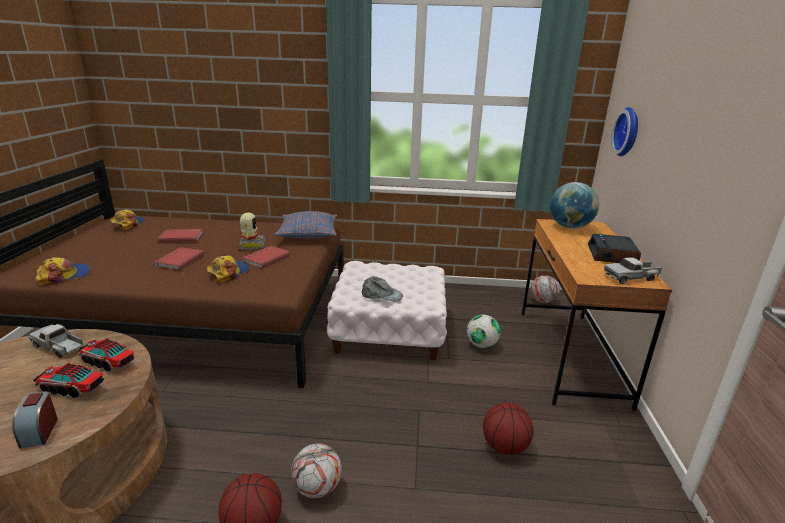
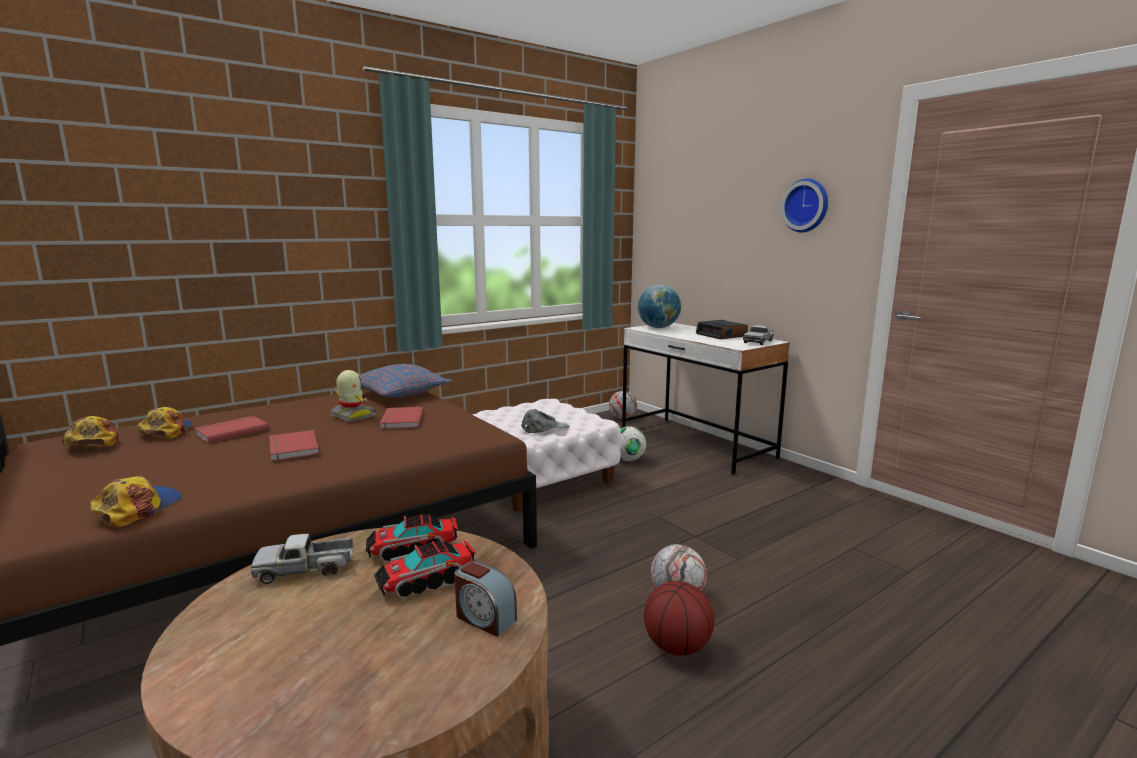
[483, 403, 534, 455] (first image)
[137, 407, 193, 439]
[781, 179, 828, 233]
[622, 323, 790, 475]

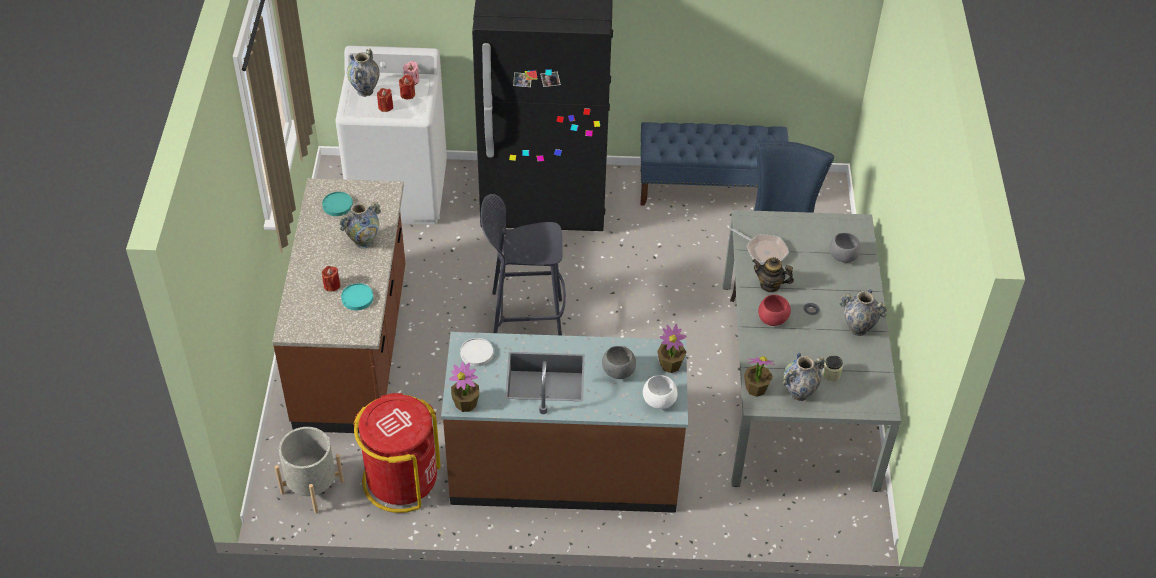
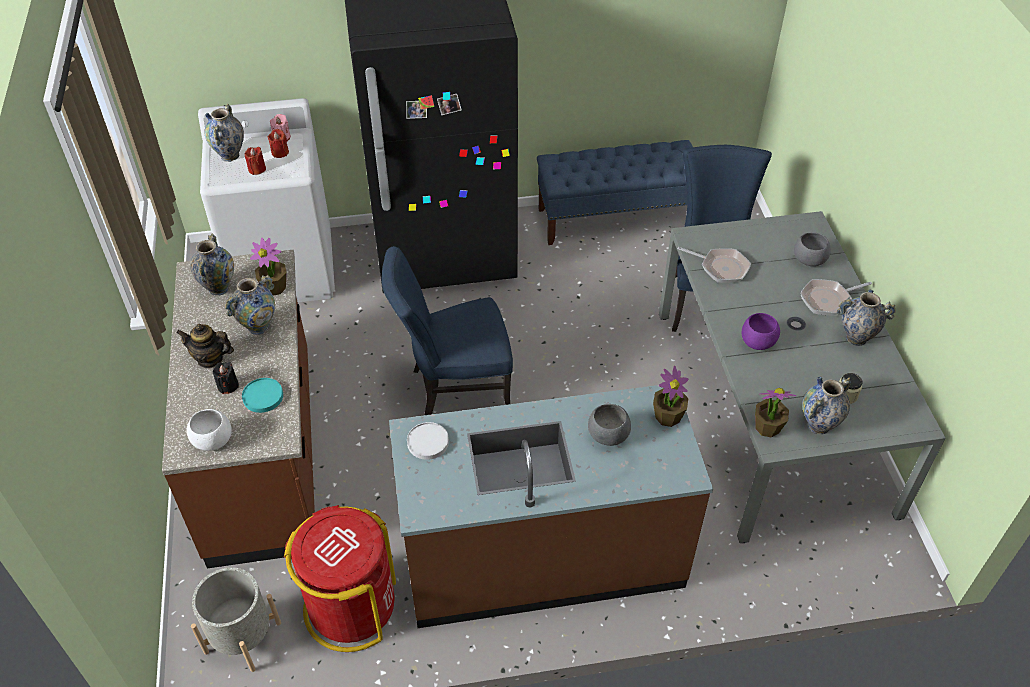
[800, 279, 872, 316]
[250, 238, 287, 296]
[187, 409, 232, 451]
[176, 324, 234, 368]
[190, 233, 234, 296]
[381, 246, 513, 415]
[213, 362, 239, 394]
[742, 313, 780, 350]

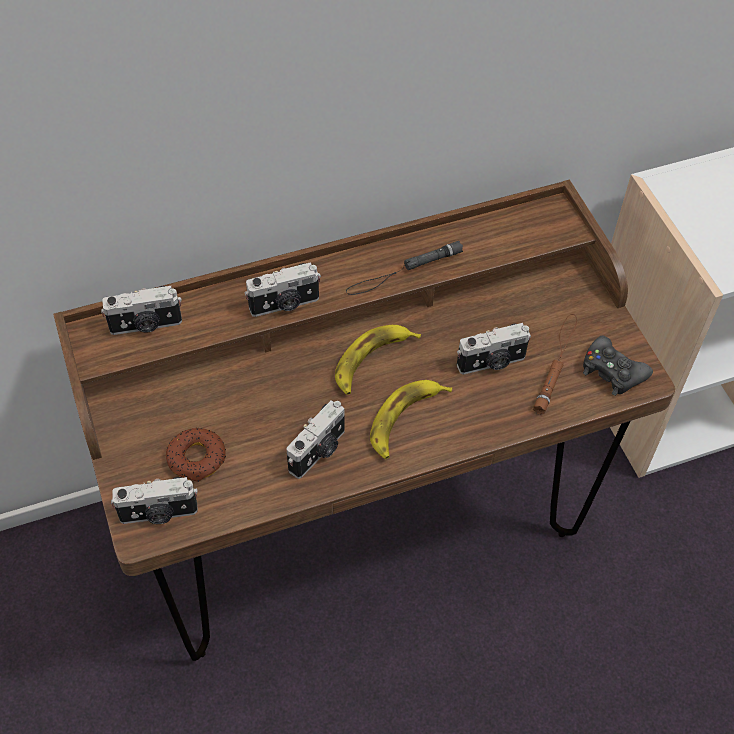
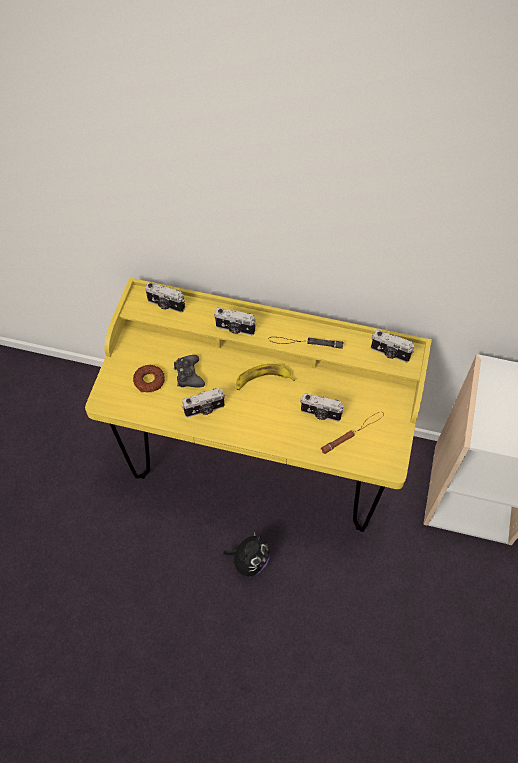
[370, 380, 452, 459] (first image)
[224, 532, 270, 577]
[371, 330, 414, 362]
[174, 355, 205, 388]
[85, 277, 432, 532]

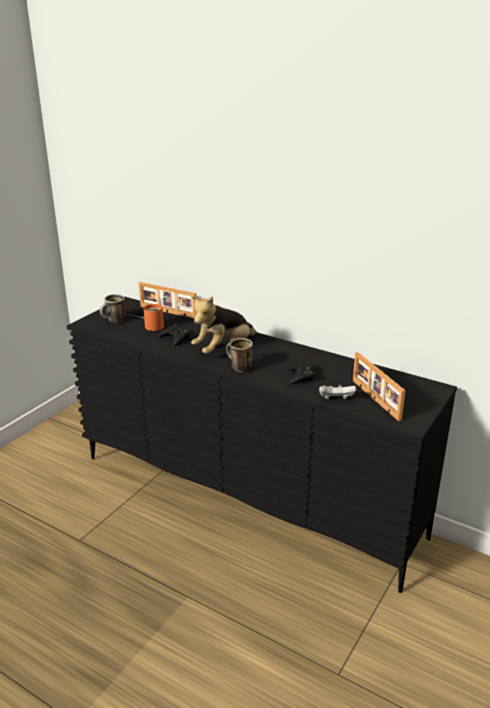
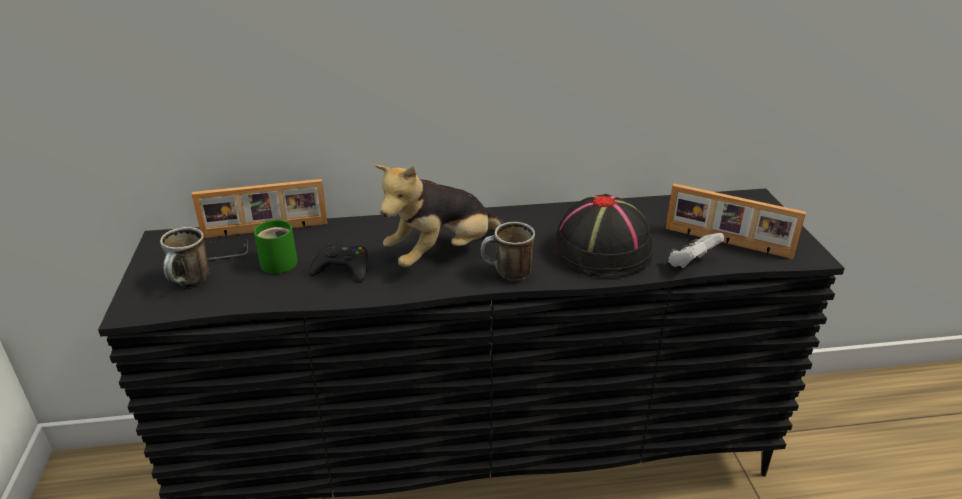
[553, 194, 653, 277]
[254, 220, 297, 274]
[375, 165, 504, 268]

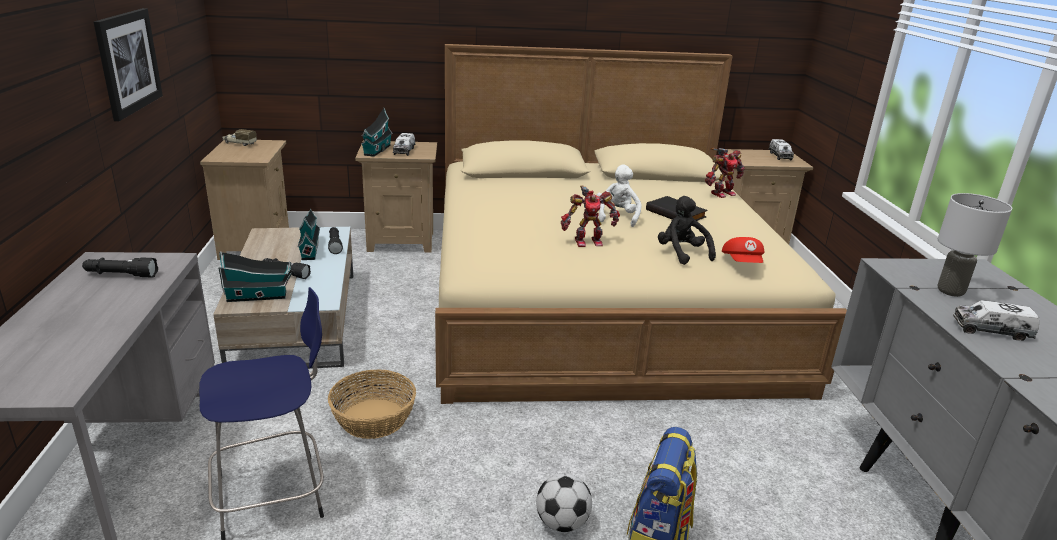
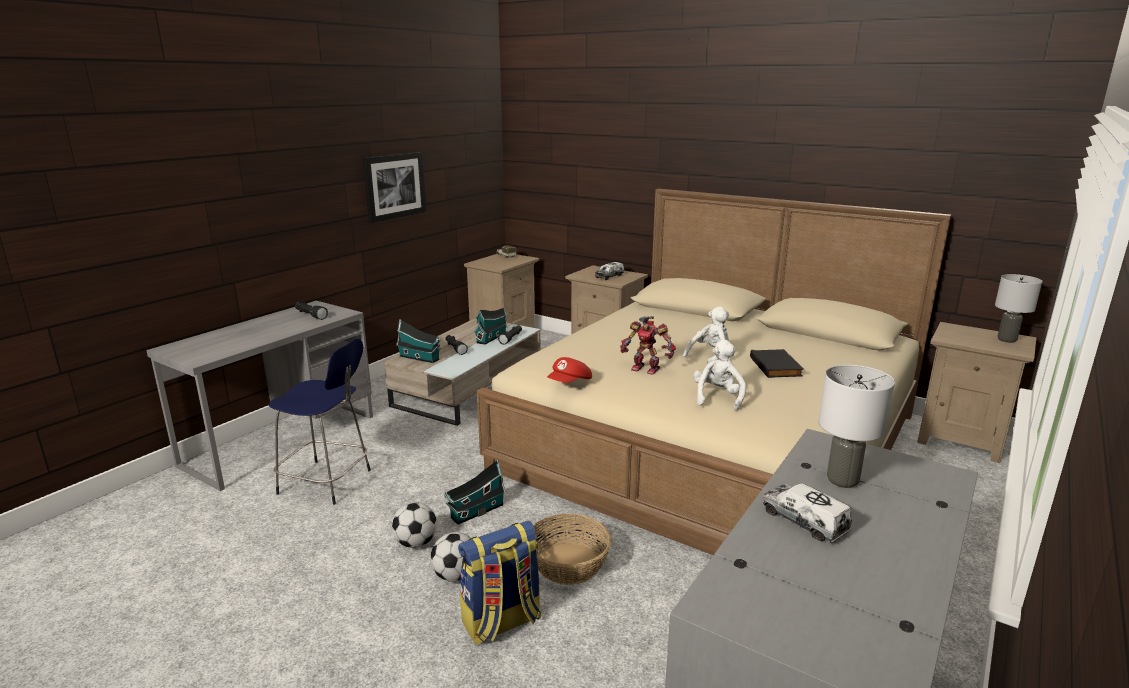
[705, 148, 745, 198] (first image)
[392, 502, 437, 548]
[533, 514, 611, 585]
[444, 460, 506, 525]
[547, 357, 592, 383]
[995, 274, 1042, 343]
[693, 339, 746, 411]

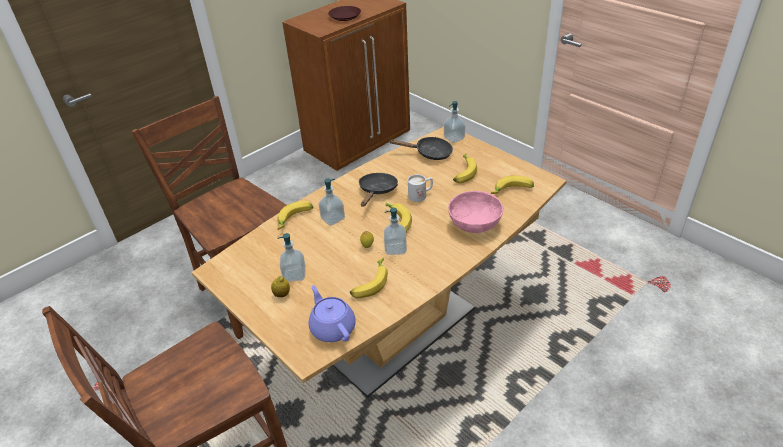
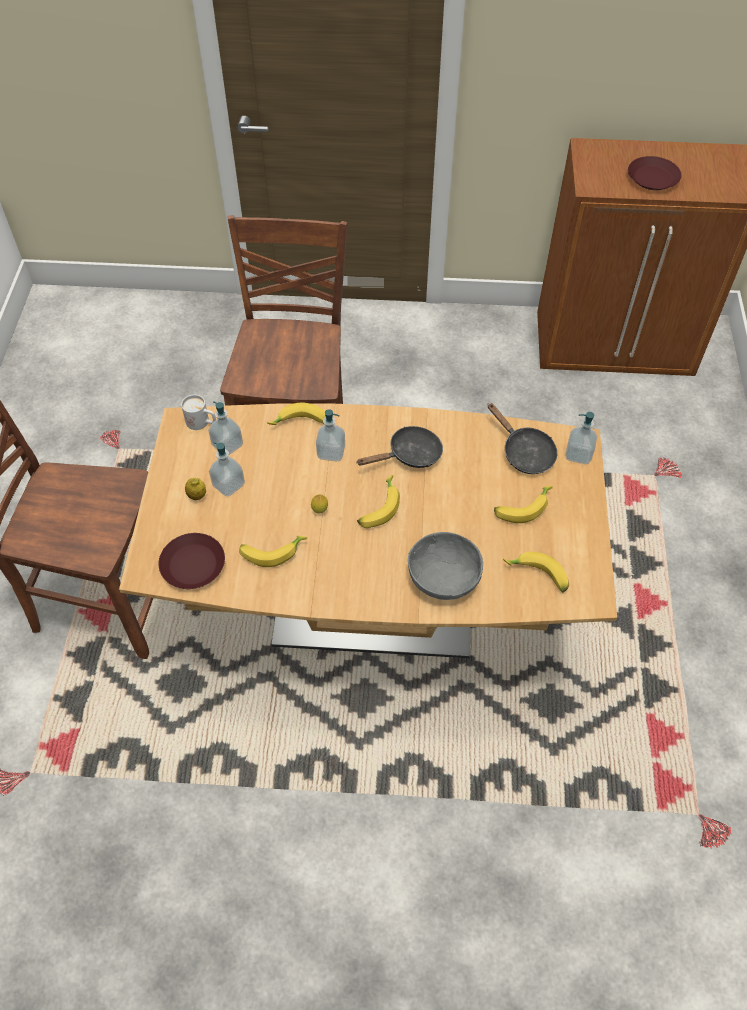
[208, 401, 243, 455]
[181, 395, 216, 430]
[159, 533, 225, 589]
[408, 532, 483, 600]

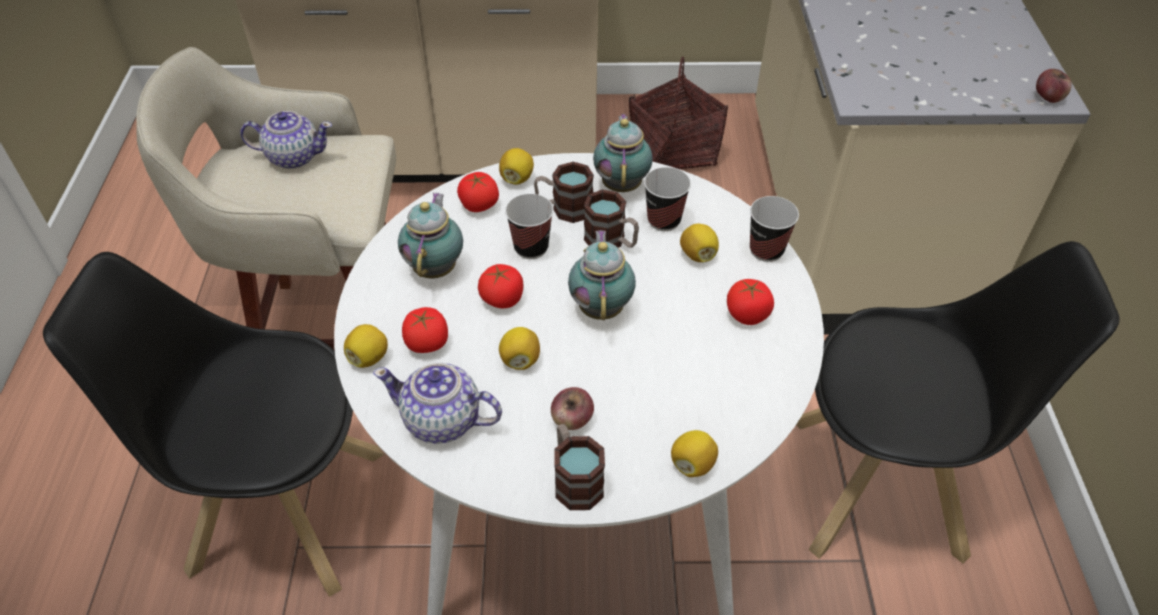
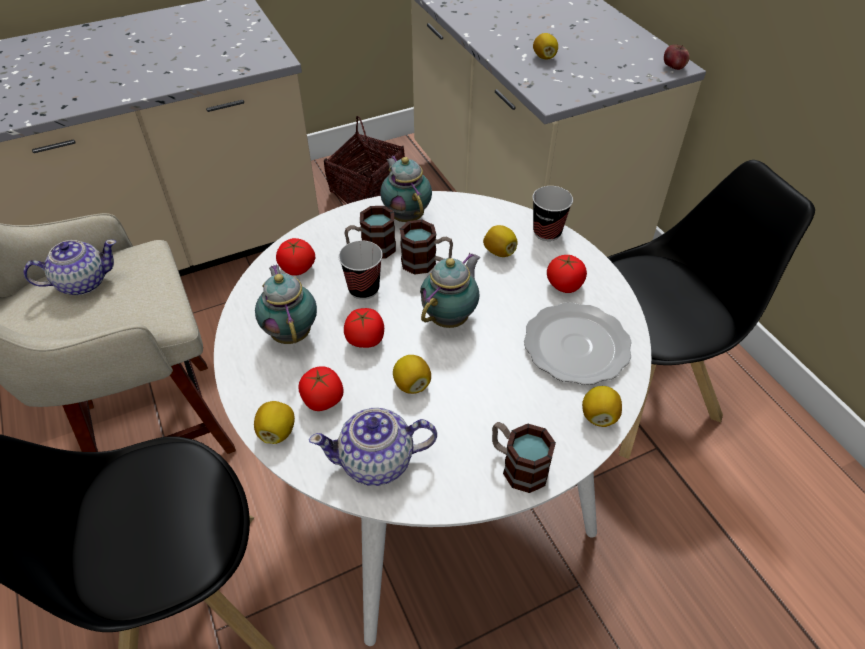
[551, 387, 594, 430] (first image)
[644, 167, 691, 231] (first image)
[524, 302, 632, 385]
[533, 33, 558, 59]
[420, 253, 480, 328]

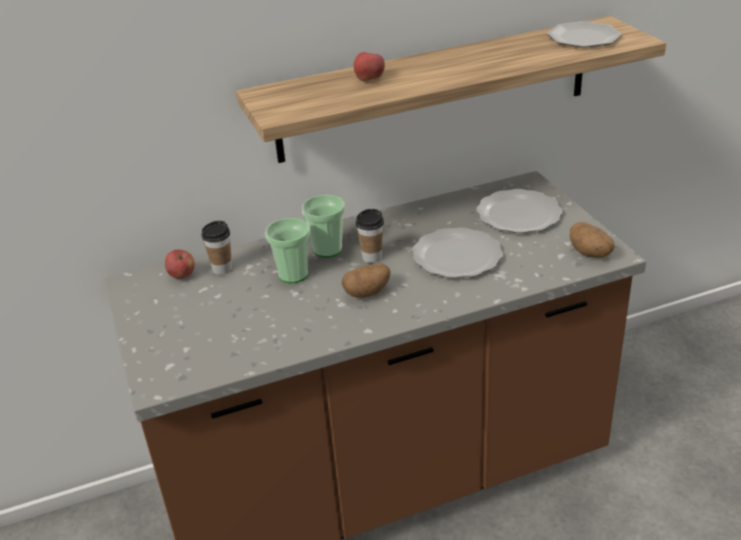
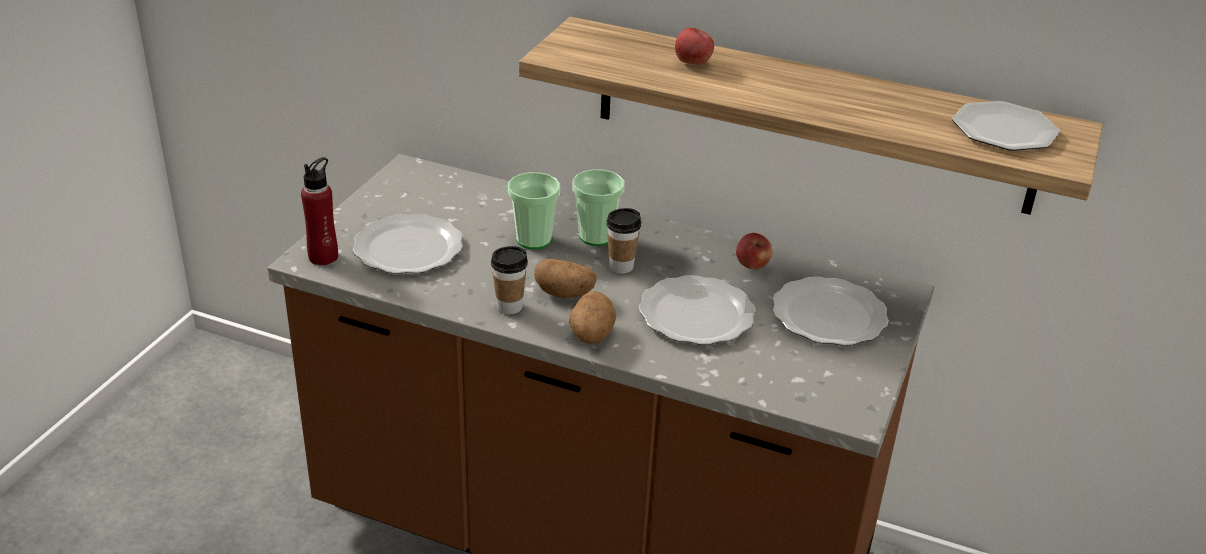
[301, 157, 338, 265]
[353, 214, 463, 274]
[736, 233, 772, 269]
[491, 246, 528, 314]
[569, 291, 616, 344]

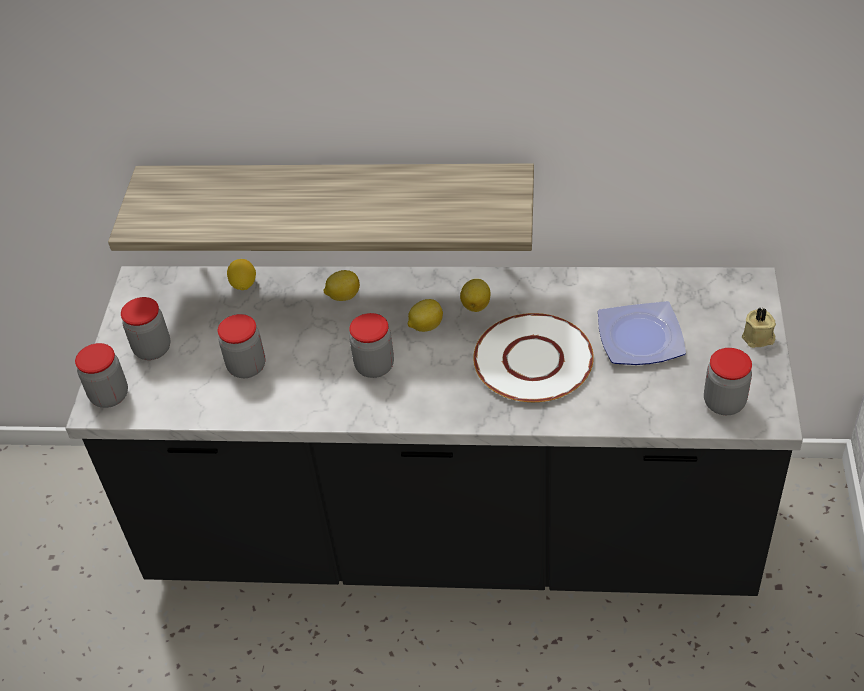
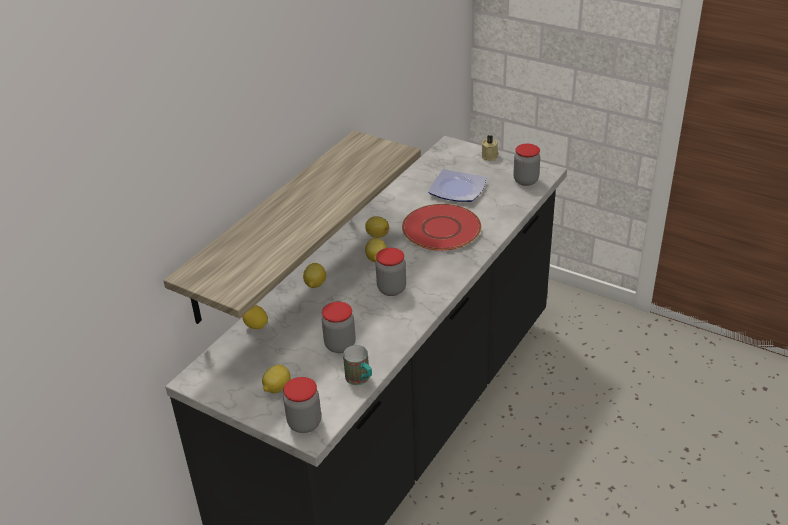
[343, 345, 372, 385]
[262, 365, 291, 393]
[402, 204, 481, 251]

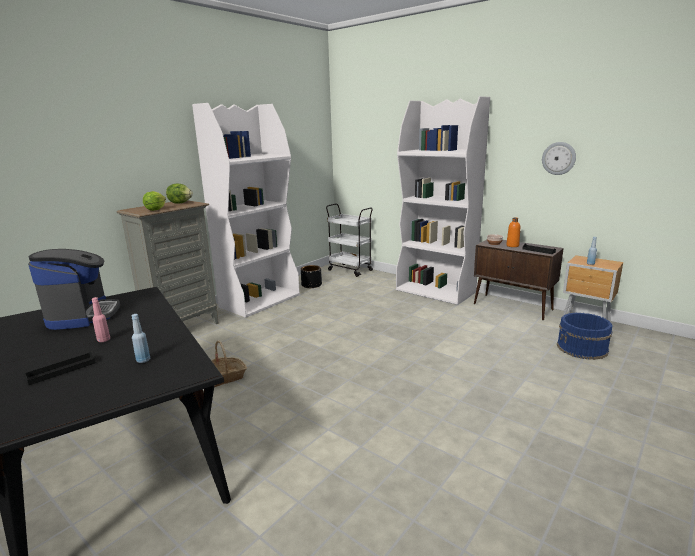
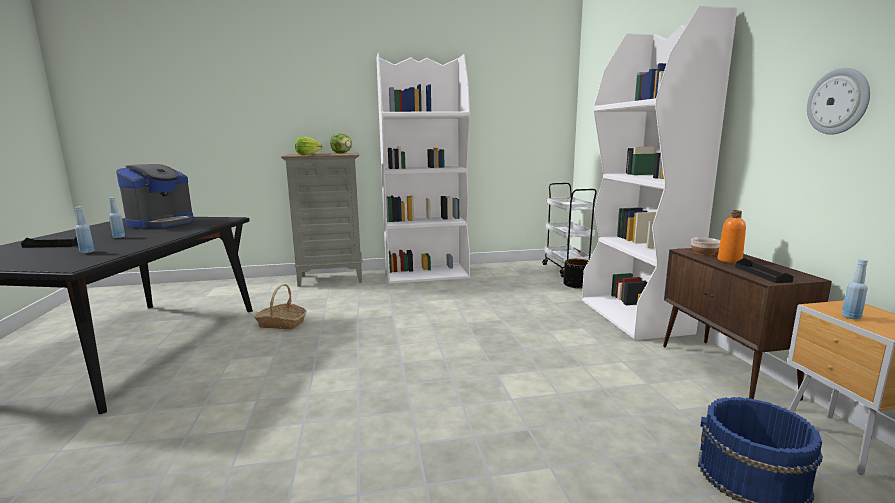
[563, 259, 589, 289]
[109, 197, 125, 238]

